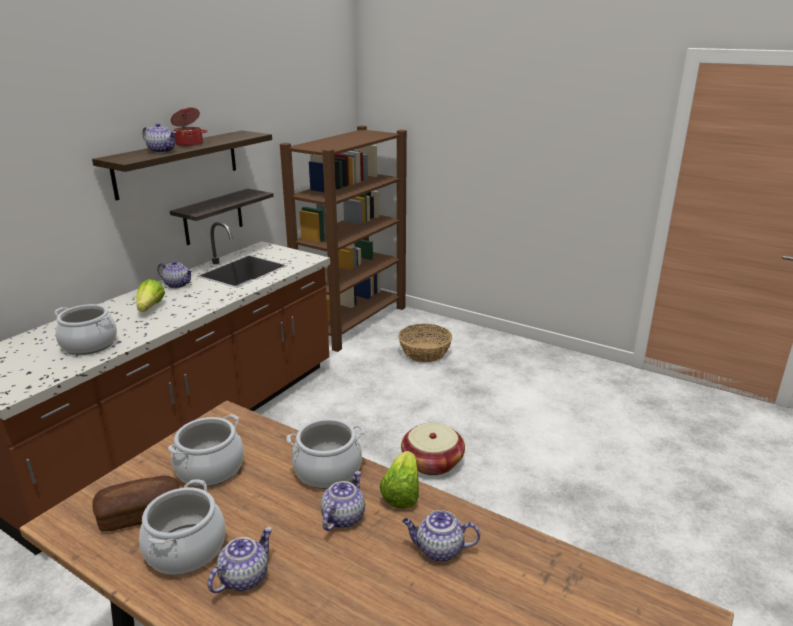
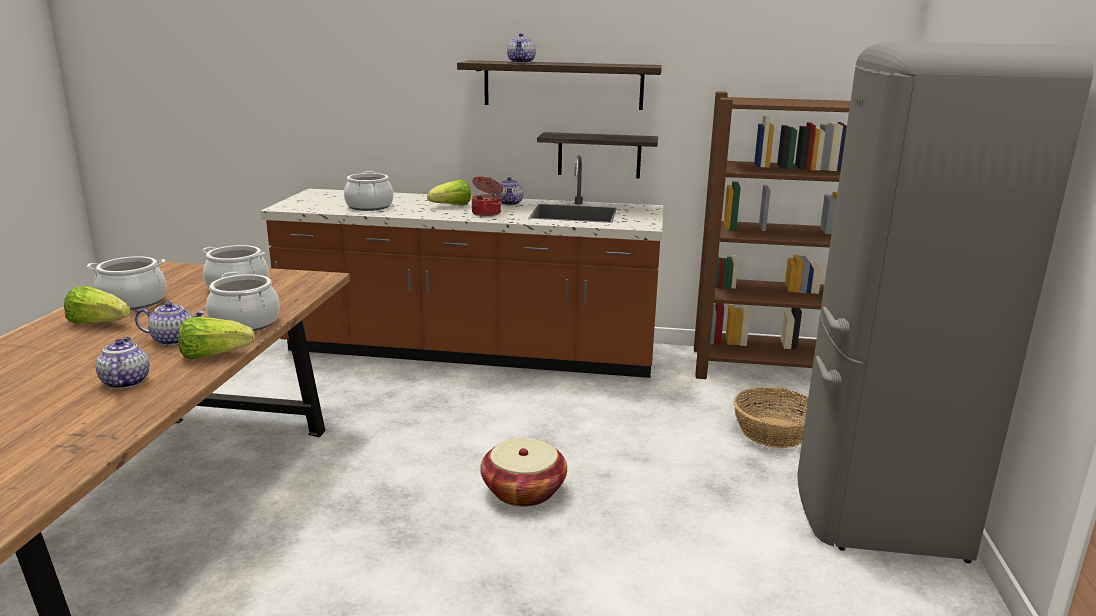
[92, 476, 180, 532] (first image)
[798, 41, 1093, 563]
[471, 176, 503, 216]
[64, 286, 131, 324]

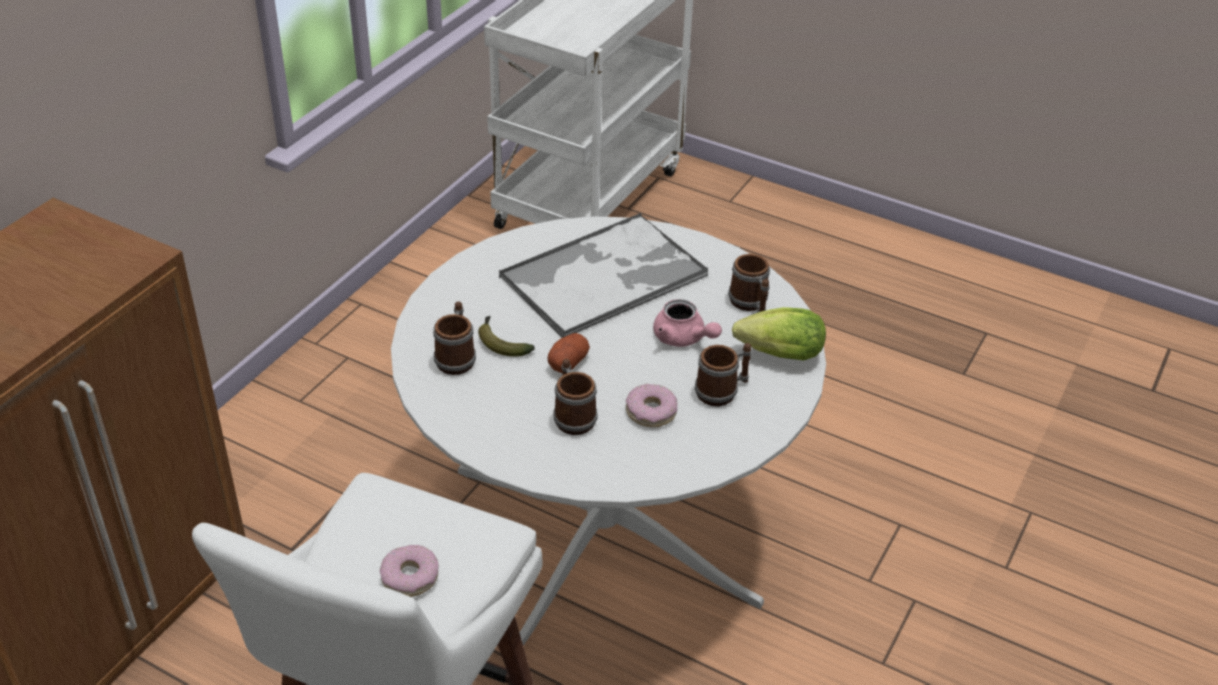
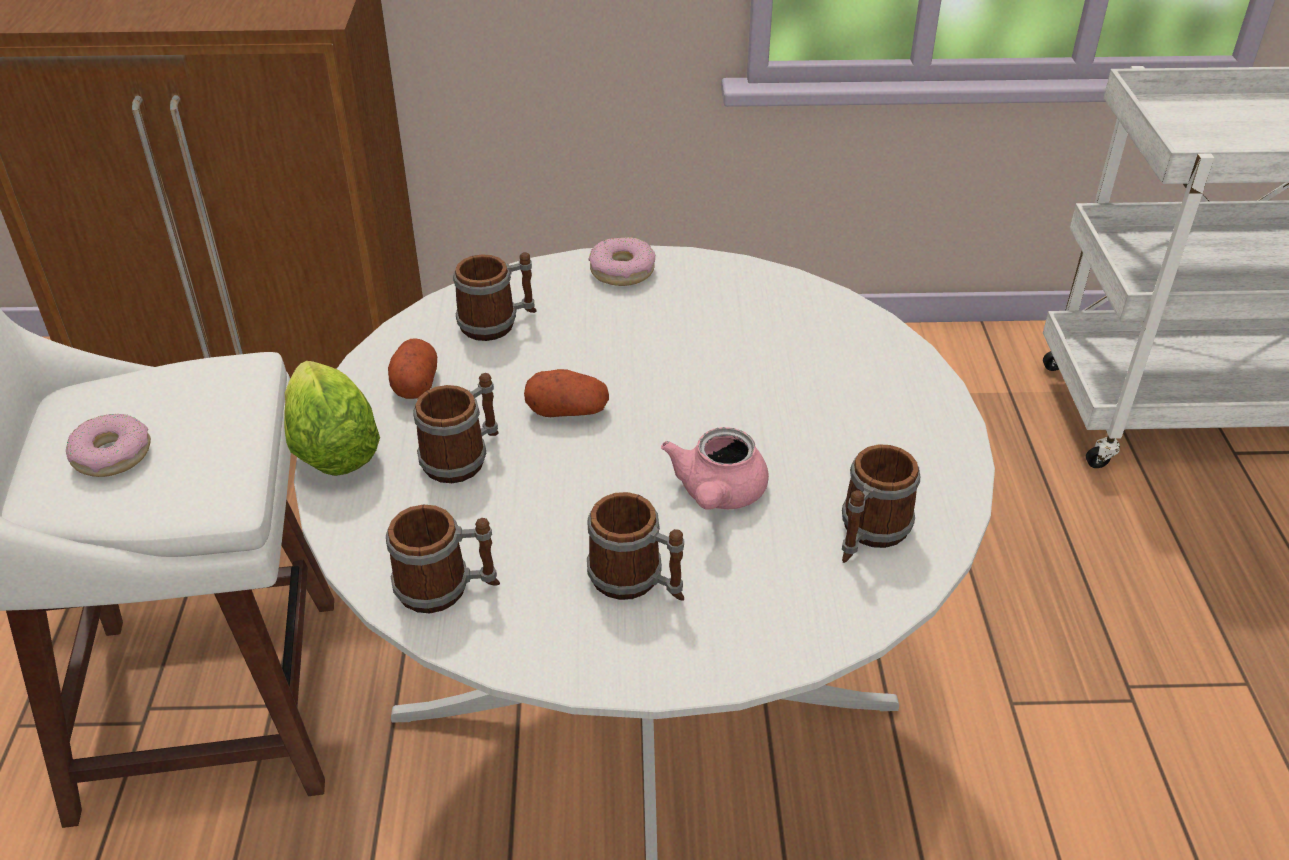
[478, 316, 535, 357] (first image)
[499, 213, 708, 338] (first image)
[386, 505, 500, 613]
[388, 338, 437, 399]
[589, 237, 655, 286]
[284, 361, 380, 476]

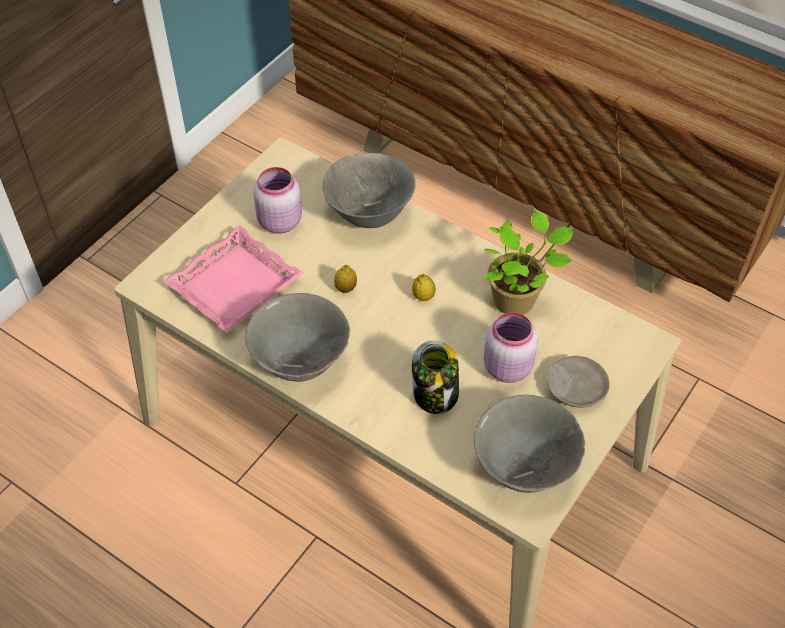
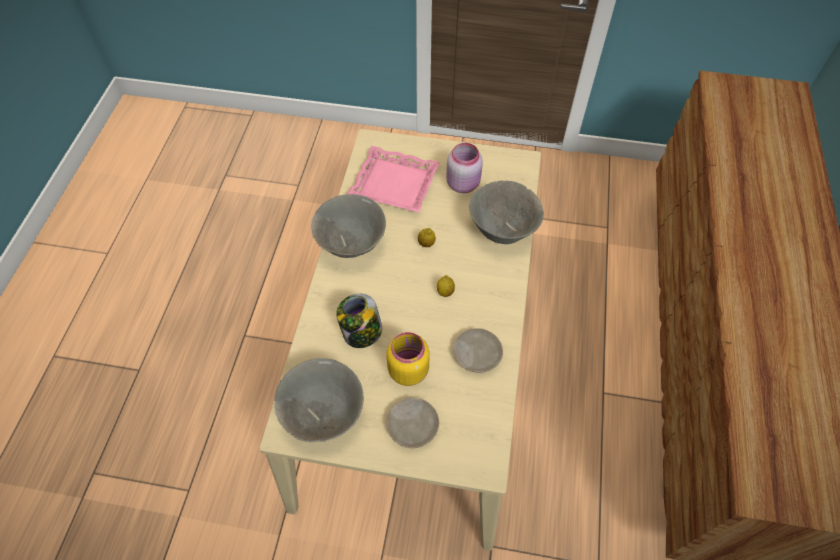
[453, 328, 503, 373]
[386, 332, 429, 386]

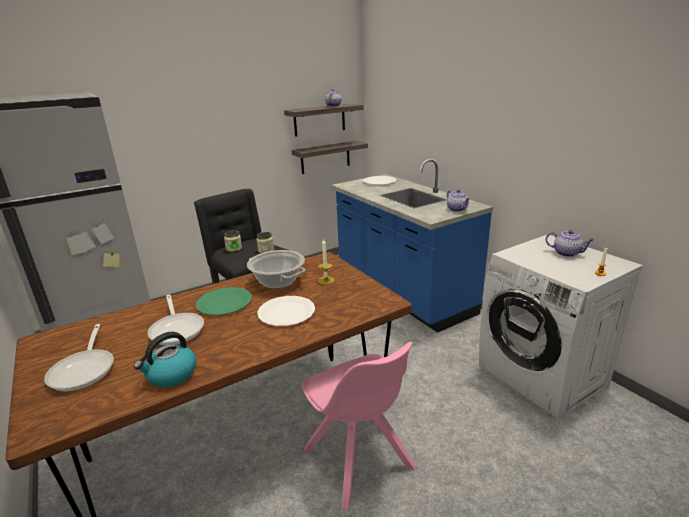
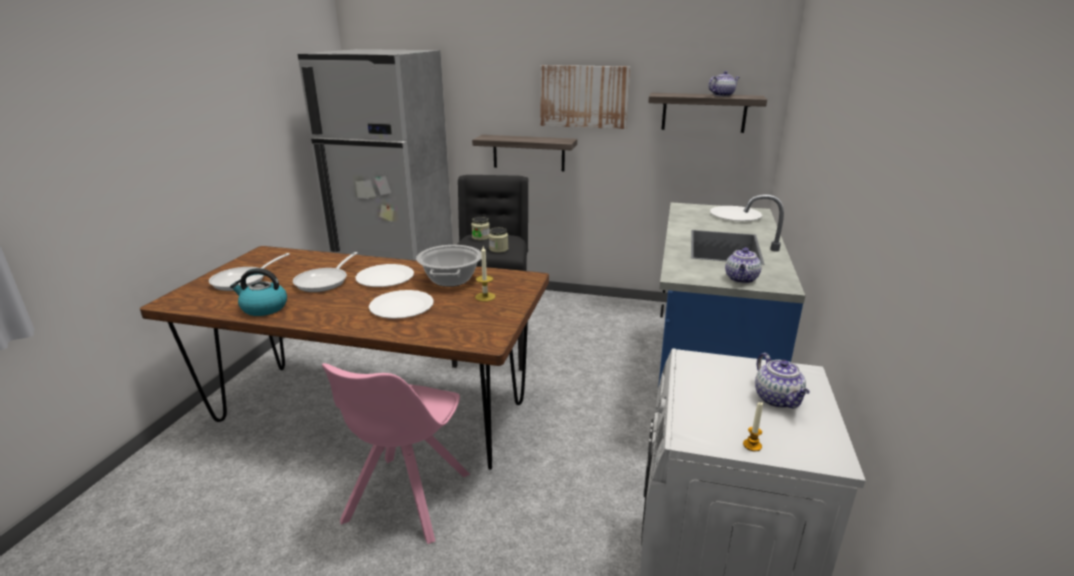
[541, 65, 630, 129]
[472, 135, 577, 171]
[356, 264, 414, 287]

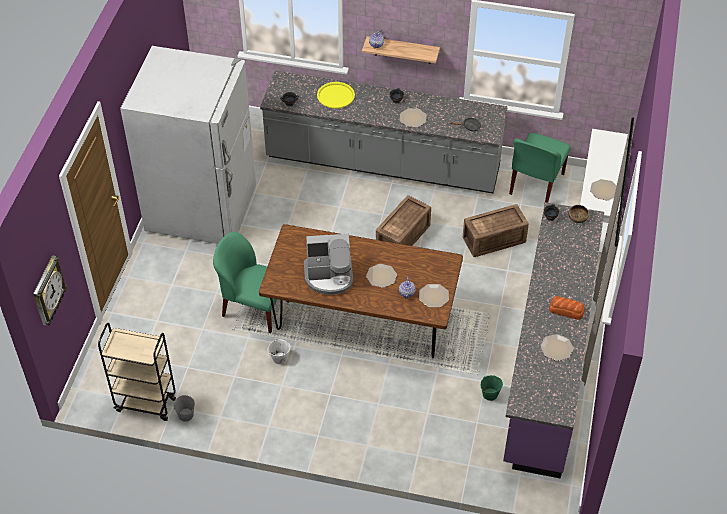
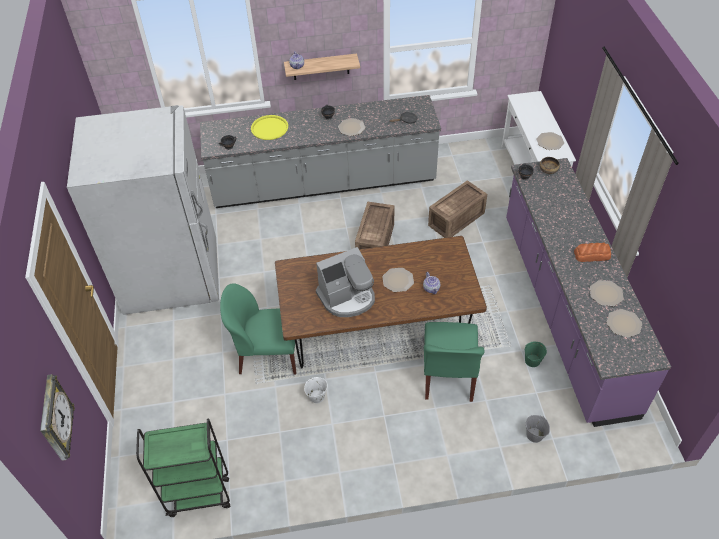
[526, 415, 550, 443]
[607, 309, 642, 338]
[424, 322, 485, 402]
[136, 419, 230, 517]

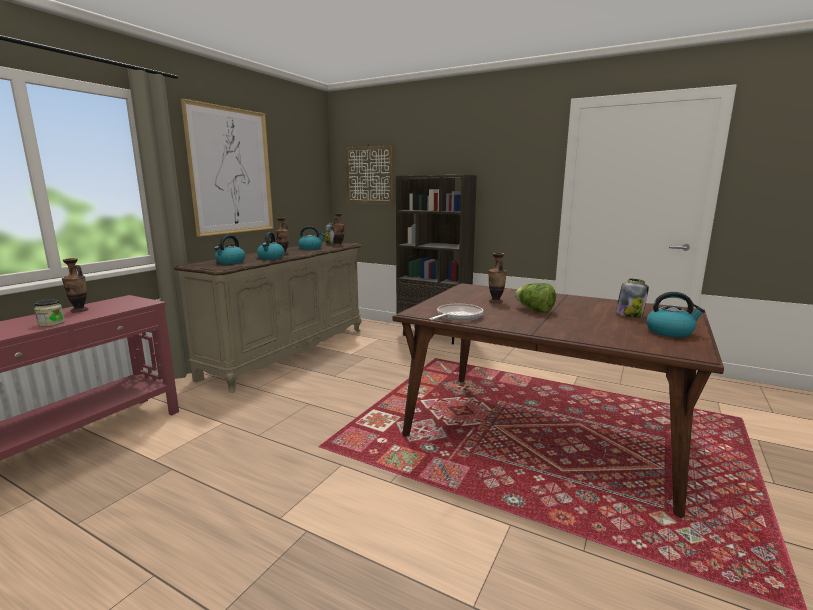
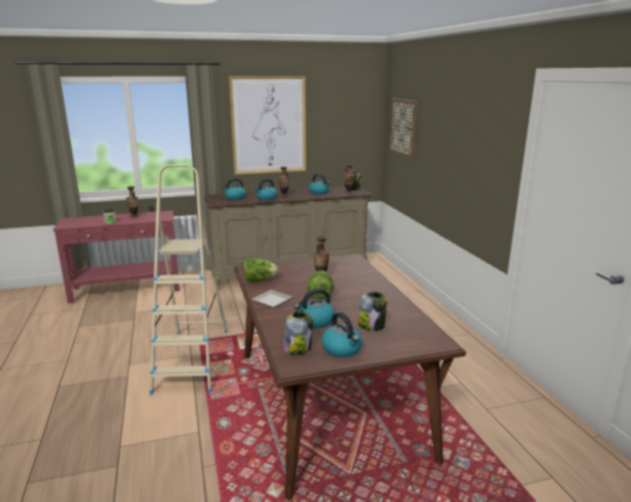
[396, 175, 477, 344] (first image)
[150, 164, 227, 395]
[251, 290, 293, 308]
[284, 311, 313, 355]
[294, 289, 335, 328]
[244, 258, 278, 282]

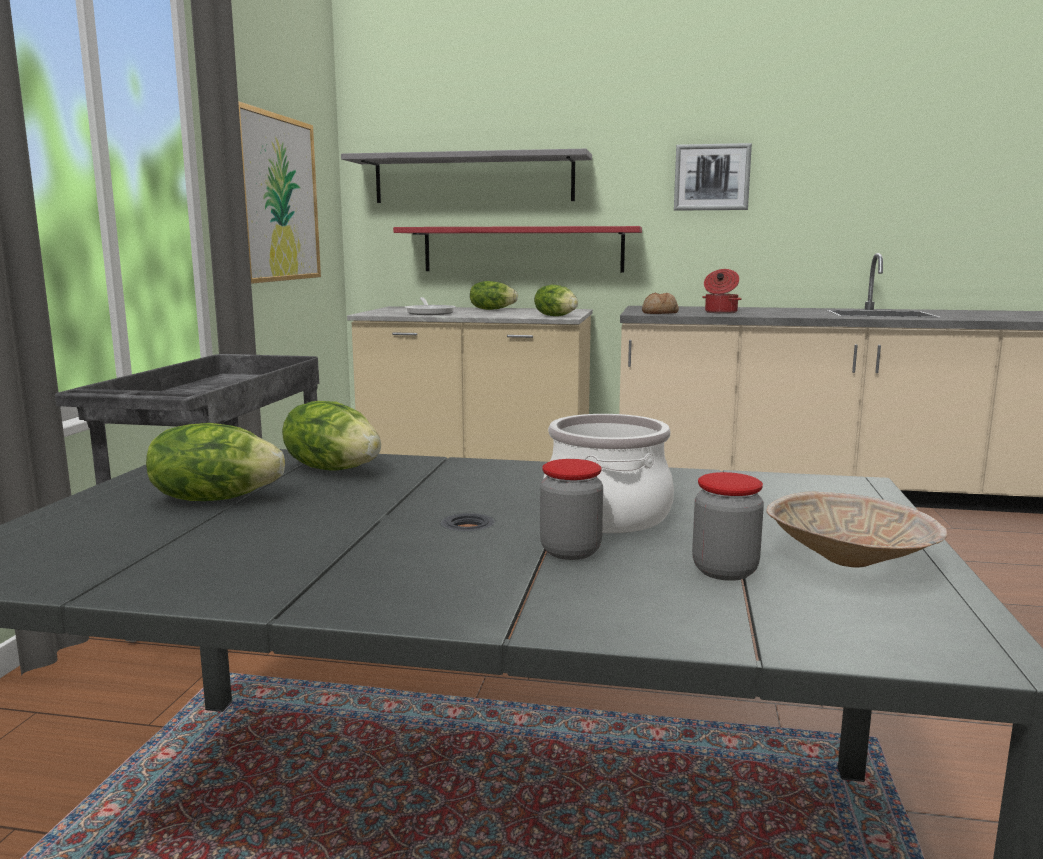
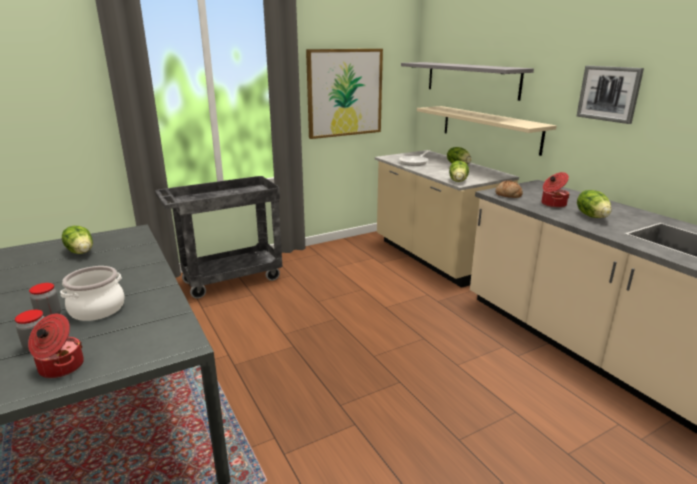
[577, 190, 611, 218]
[28, 314, 84, 378]
[417, 106, 557, 156]

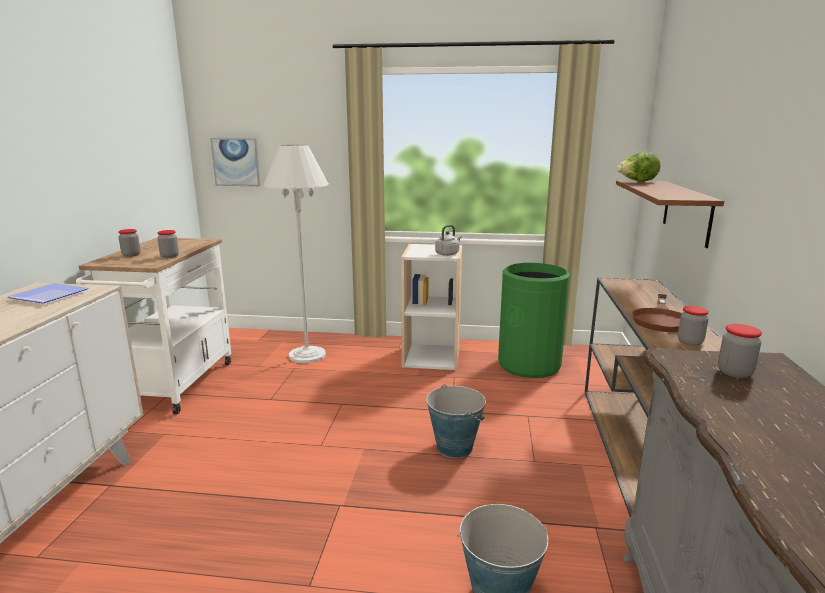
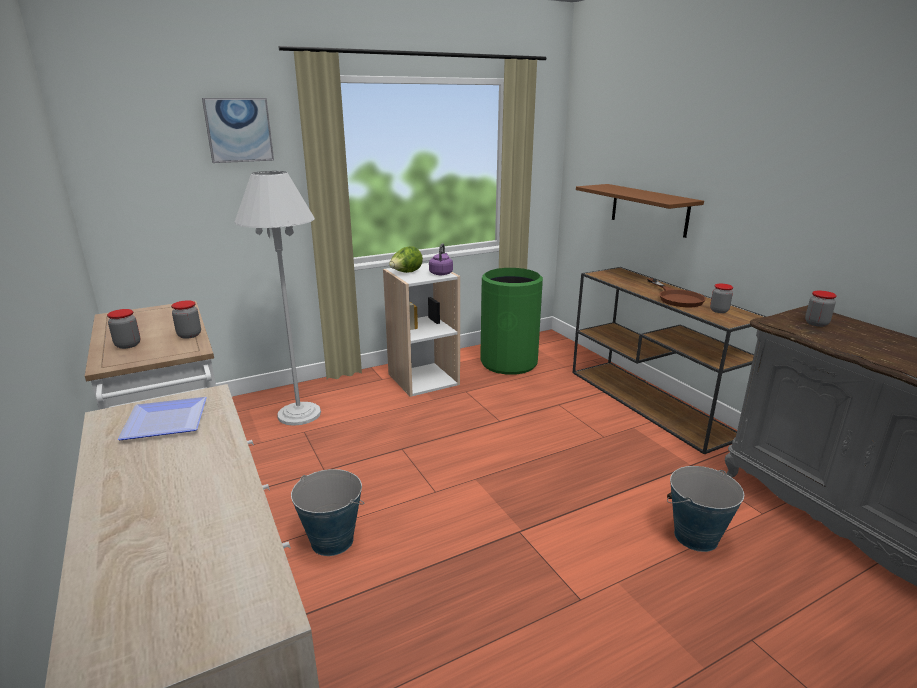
[202, 98, 274, 163]
[291, 469, 365, 556]
[389, 246, 423, 273]
[429, 243, 453, 275]

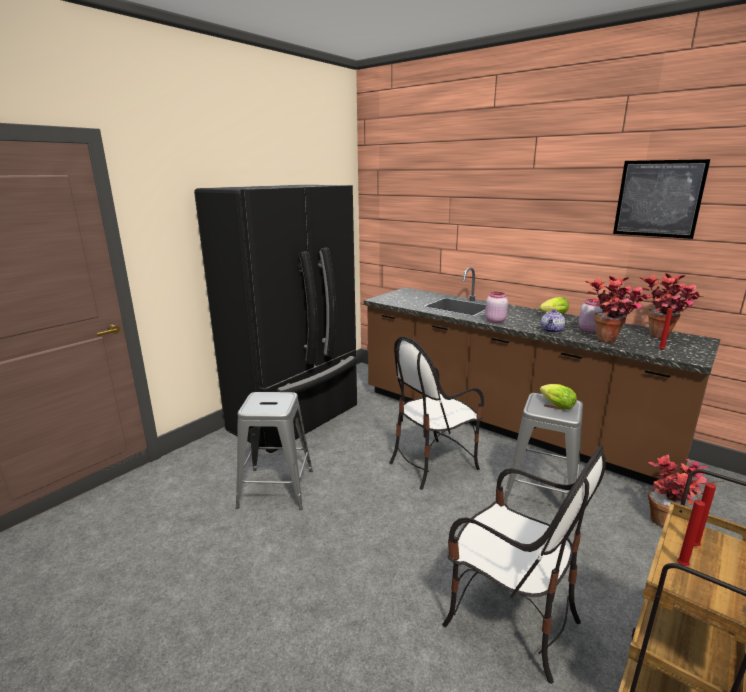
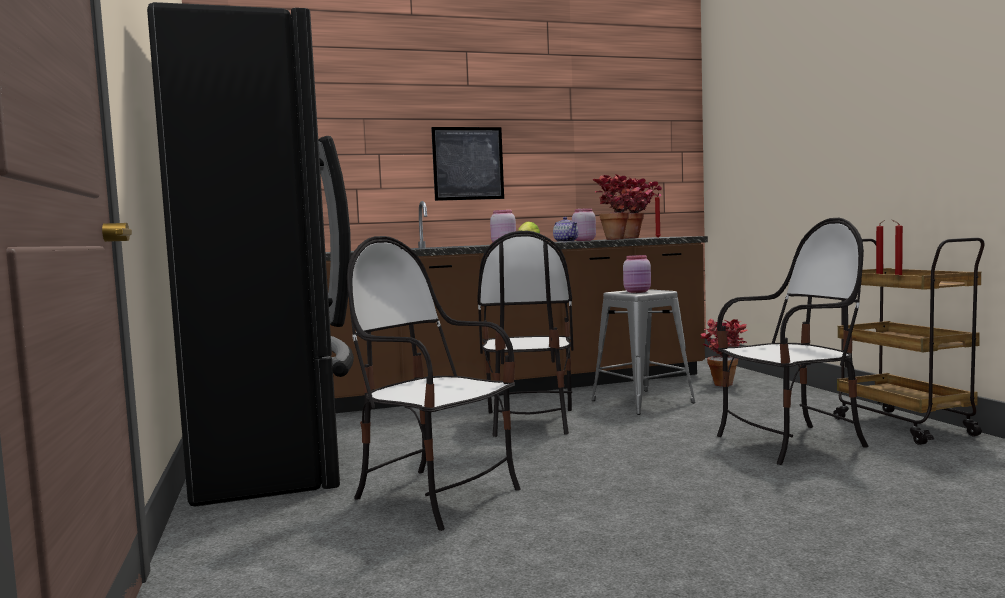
[431, 127, 504, 201]
[347, 236, 521, 531]
[623, 255, 651, 293]

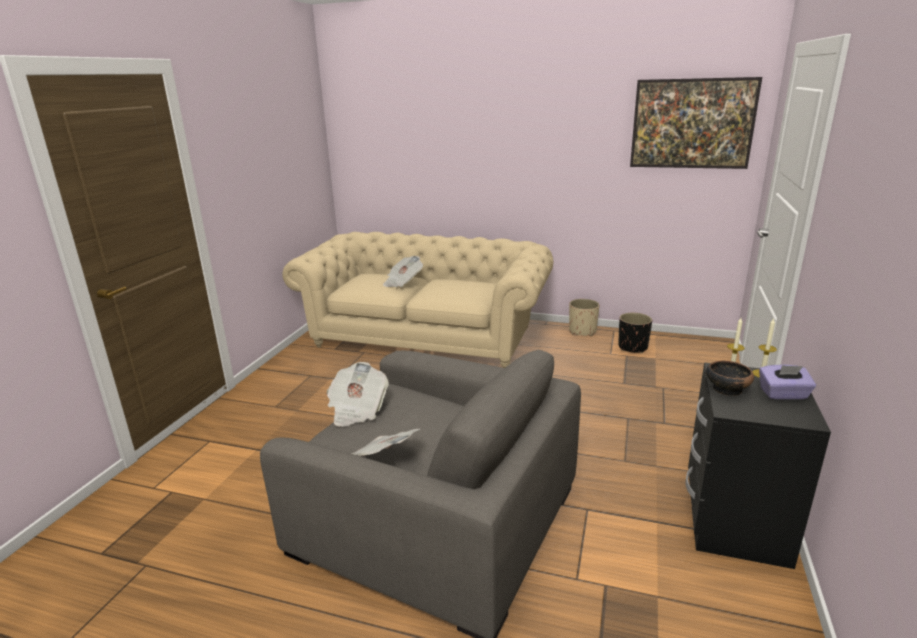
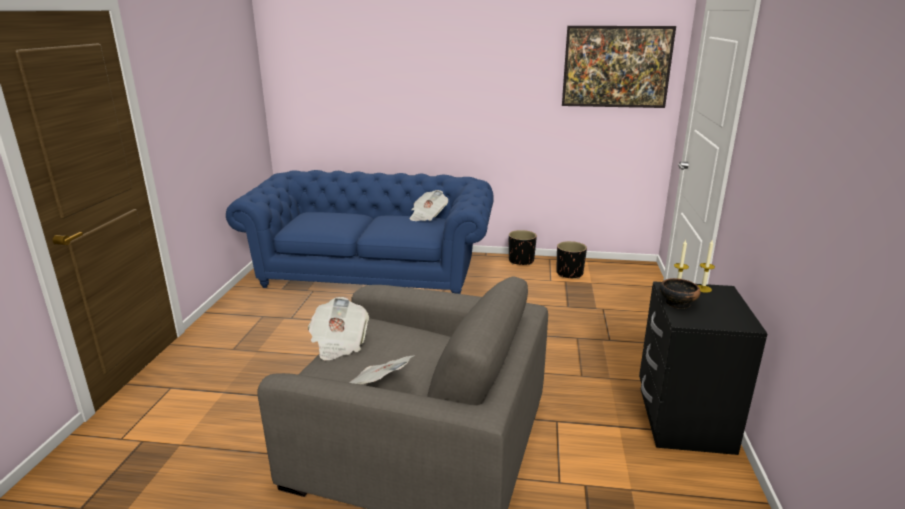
[759, 364, 816, 399] (first image)
[410, 190, 448, 221]
[226, 170, 494, 294]
[509, 230, 537, 265]

